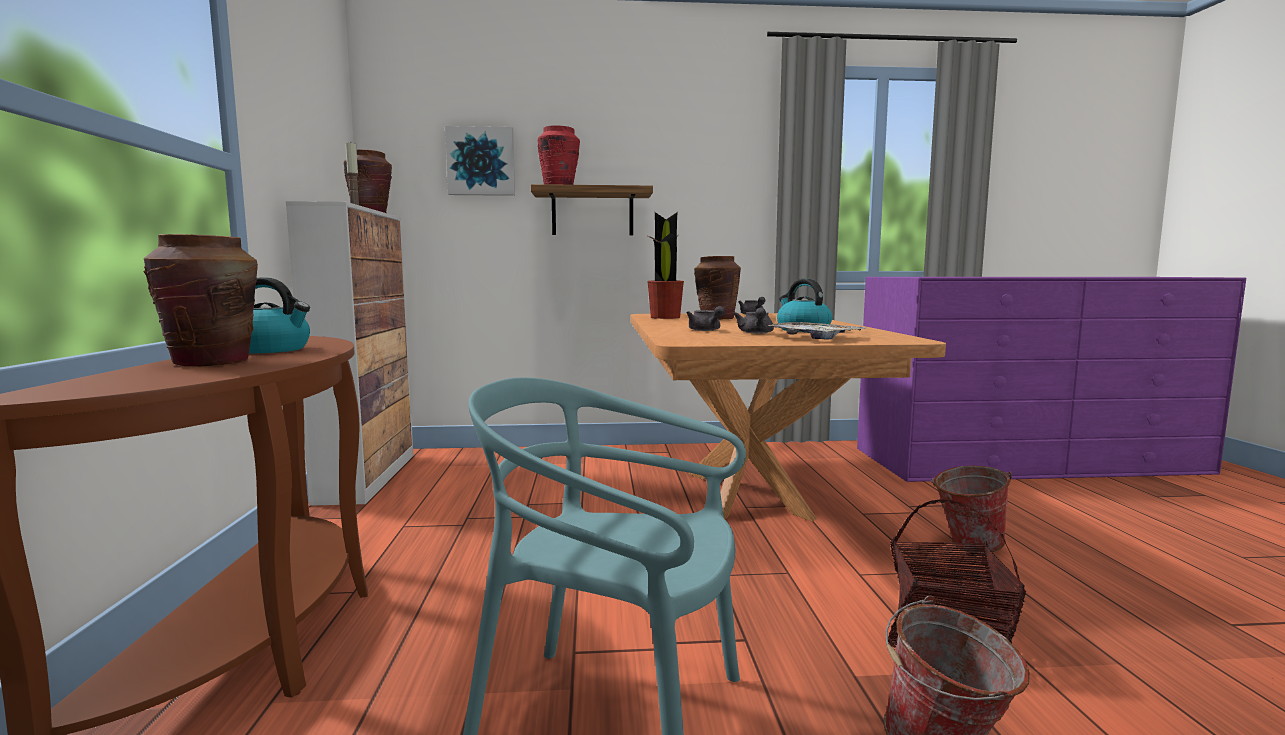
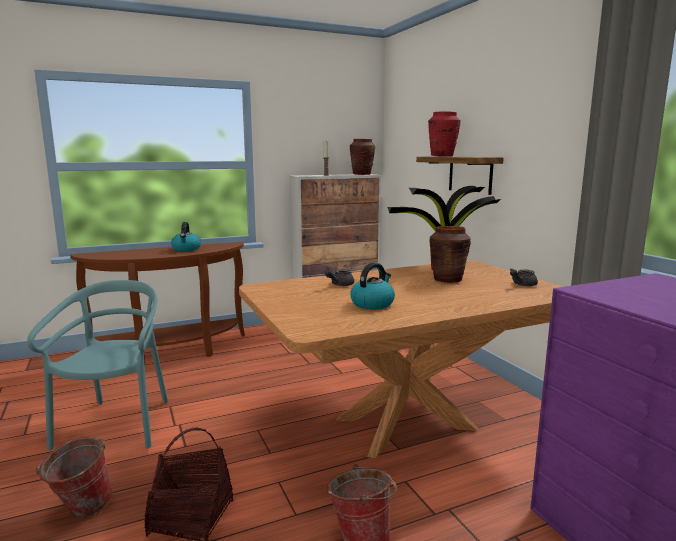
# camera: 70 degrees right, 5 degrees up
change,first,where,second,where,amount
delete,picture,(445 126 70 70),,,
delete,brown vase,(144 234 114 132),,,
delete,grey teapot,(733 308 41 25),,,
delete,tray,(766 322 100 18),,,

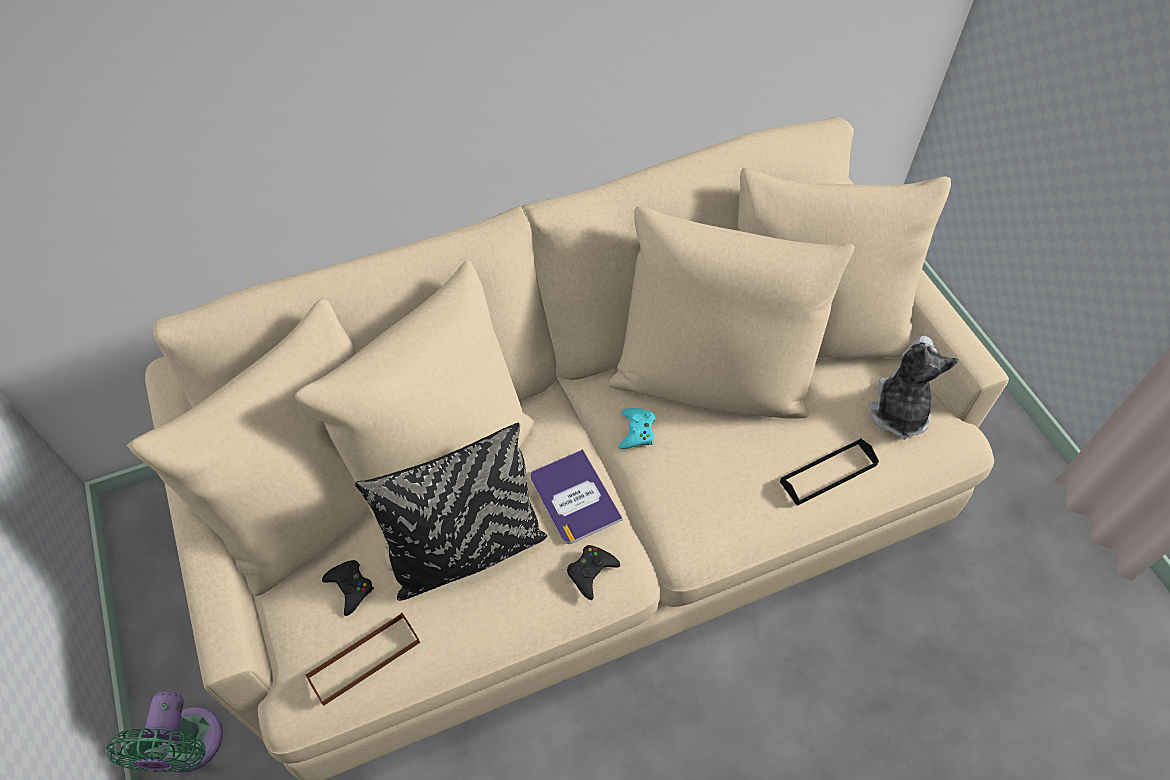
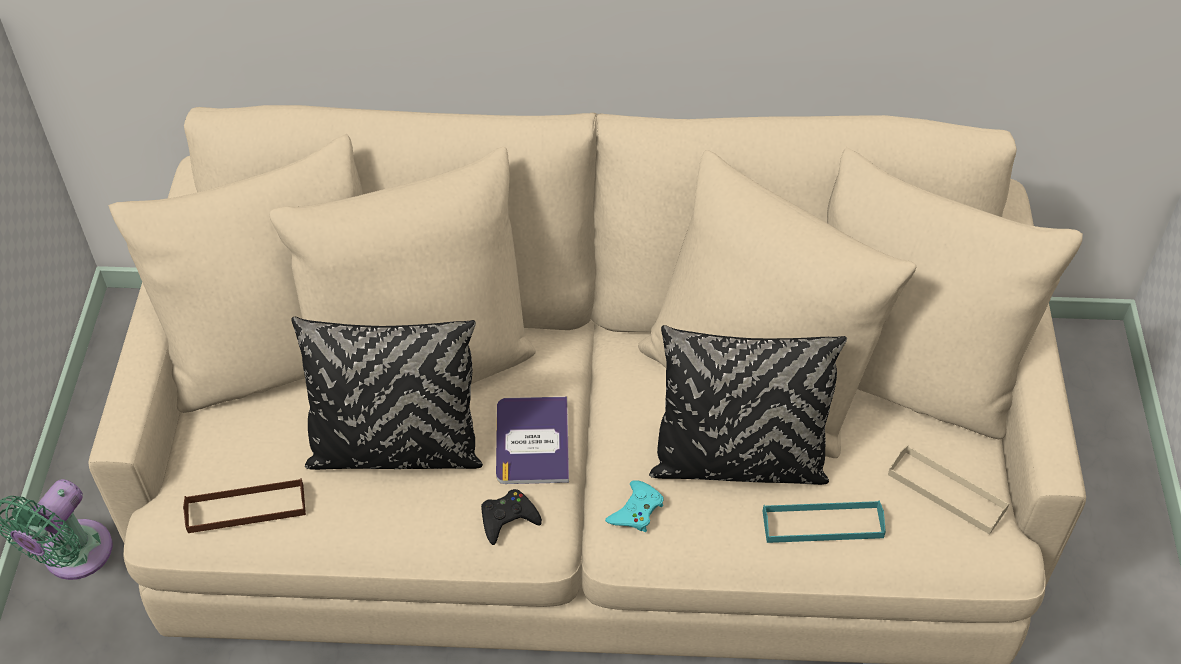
# camera: 25 degrees right, 5 degrees down
change,first,where,second,where,amount
replace,plush toy,(868 335 91 105),beige tray,(888 445 122 90),
move,turquoise game controller,(618 408 37 41),,(605 480 58 52),
recolor,black tray,(780 438 99 68),turquoise tray,(762 500 124 43),
delete,black game controller,(322 560 52 56),,,
insert,,,black pillow,(649 325 198 160),

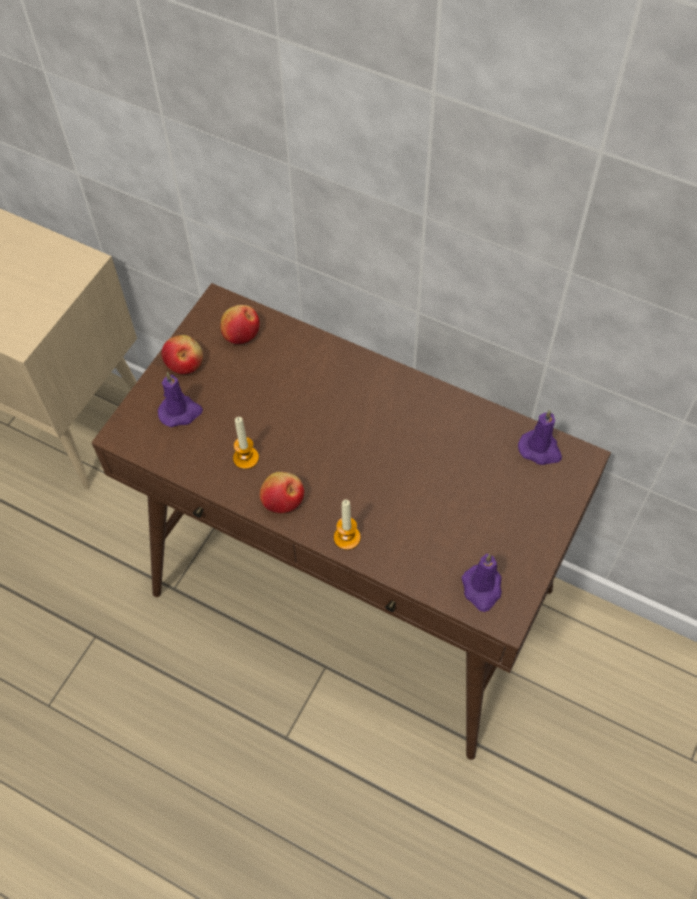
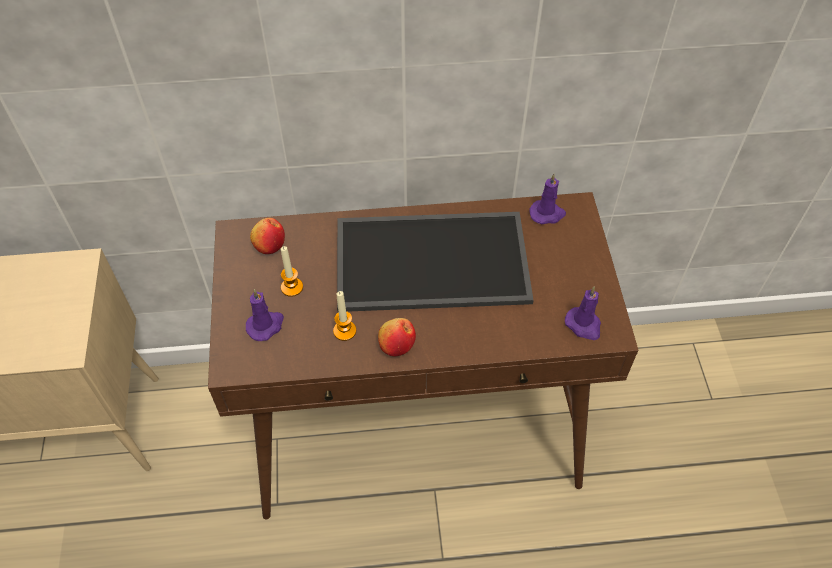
# camera: 35 degrees left, 5 degrees down
change,first,where,second,where,amount
delete,apple,(162 335 41 39),,,
move,candle,(334 500 27 50),,(281 246 22 51),
insert,,,tray,(337 212 197 100),

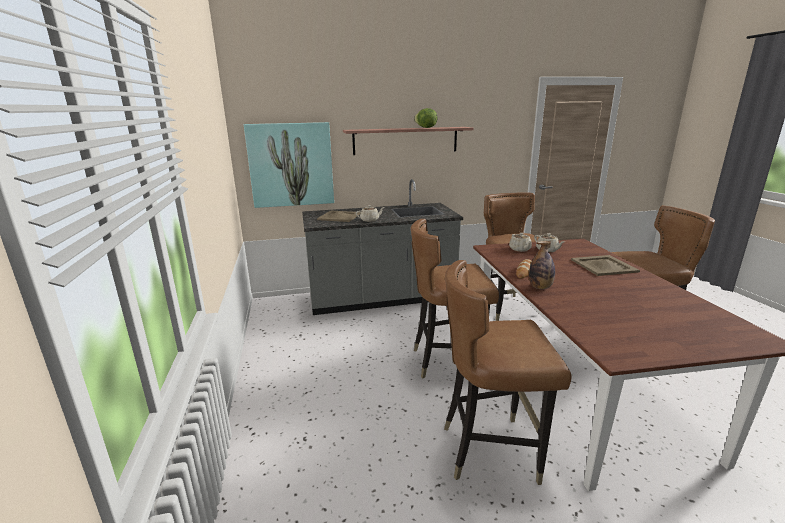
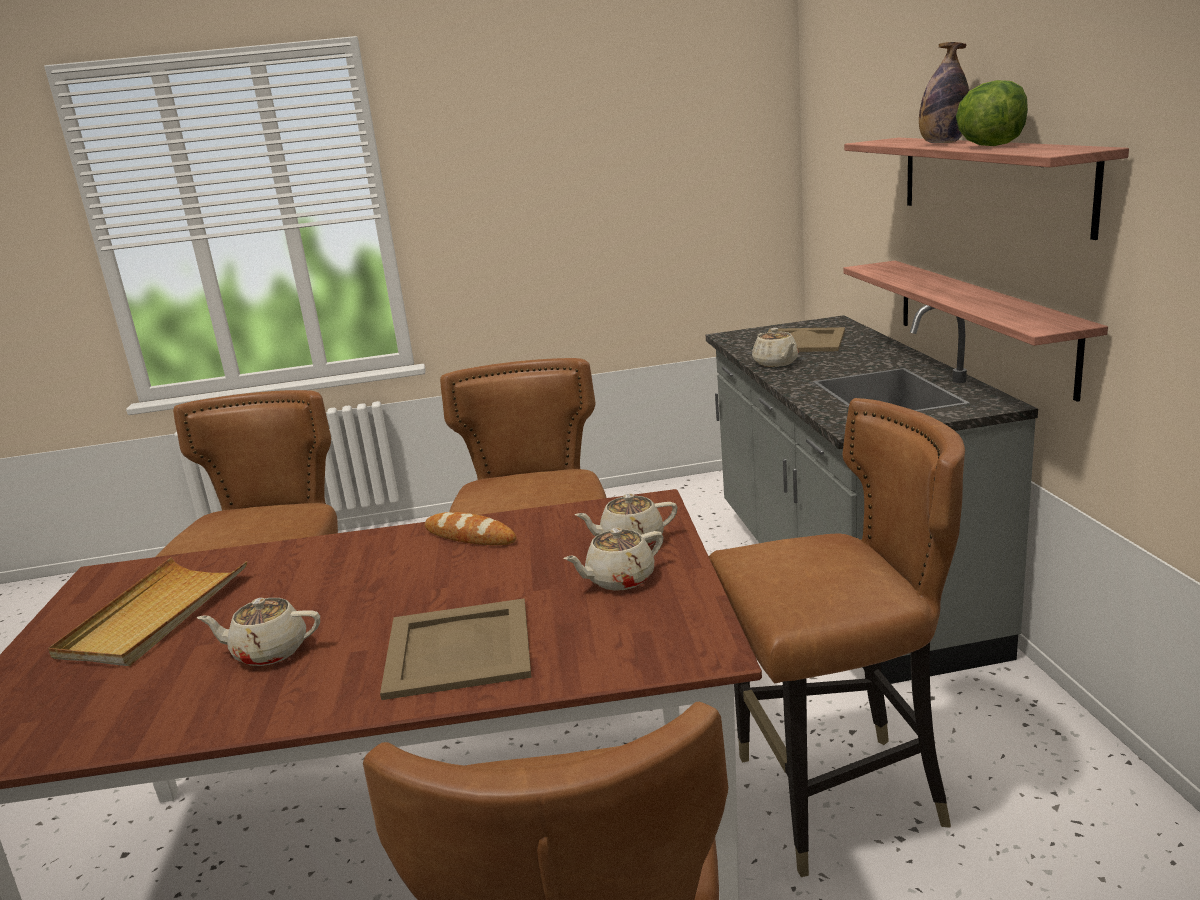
# camera: 95 degrees right, 0 degrees up
change,first,where,second,where,amount
delete,picture,(244 122 90 86),,,
move,bottle,(529 241 26 48),,(919 42 50 101),
insert,,,shelf,(843 261 265 141),
insert,,,beige tray,(48 557 199 109),
insert,,,beige teapot,(197 598 123 68),

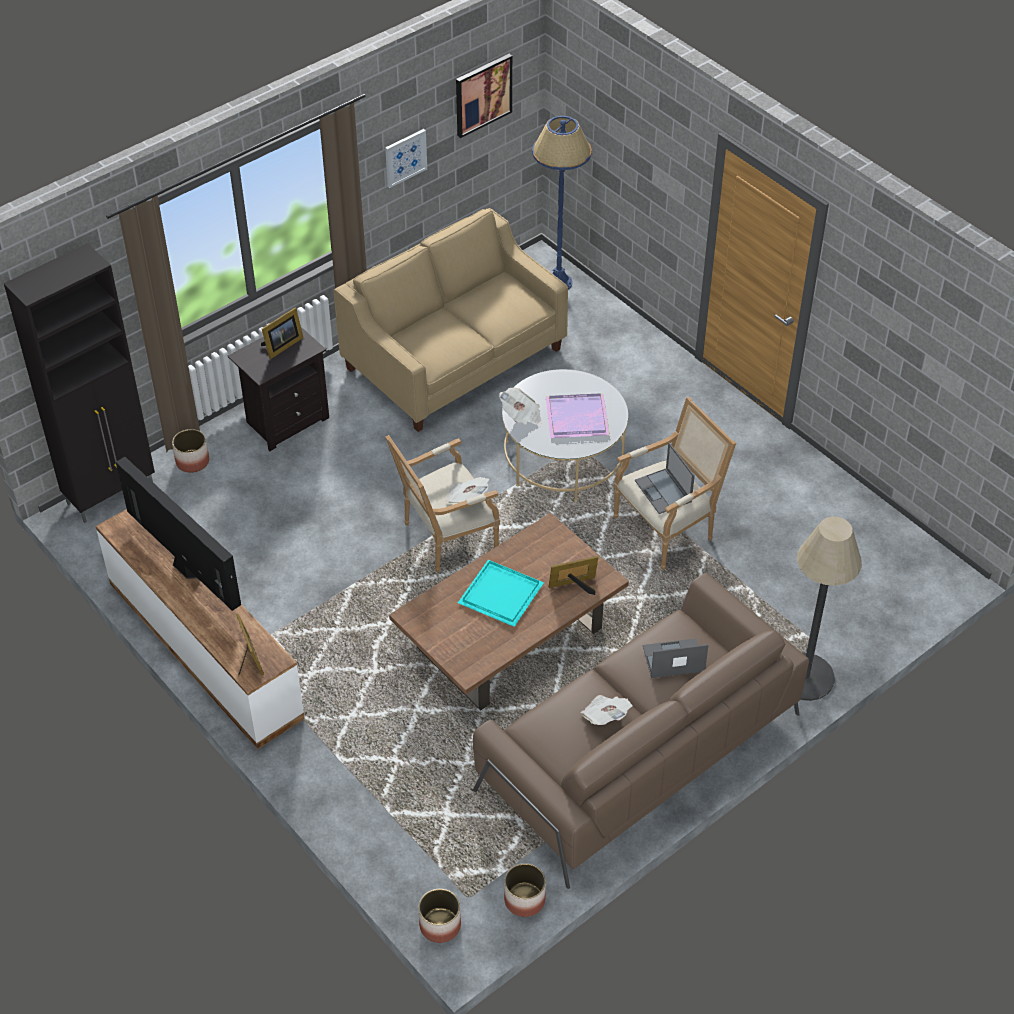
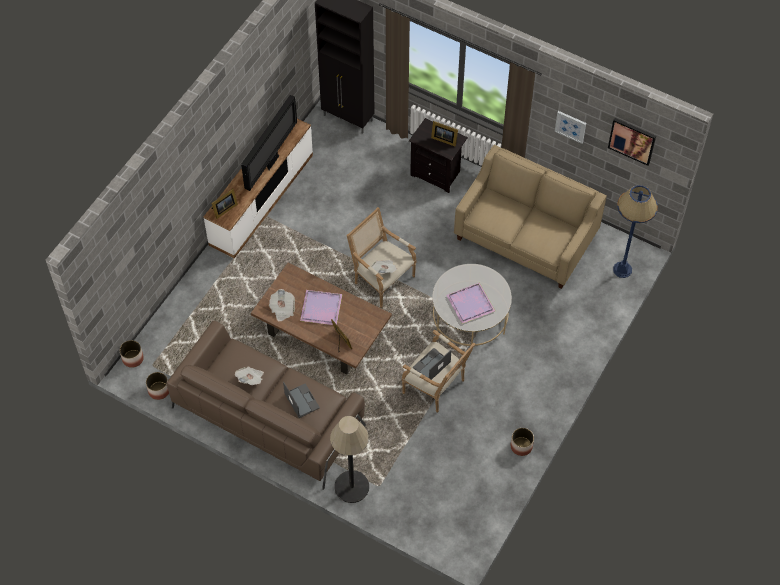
# camera: 70 degrees right, 10 degrees up
change,first,where,second,where,amount
move,newspaper,(499 388 43 37),,(269 289 26 33),
move,planter,(172 429 37 44),,(511 428 23 28),
recolor,turquoise tray,(458 560 86 67),purple tray,(300 290 43 35),

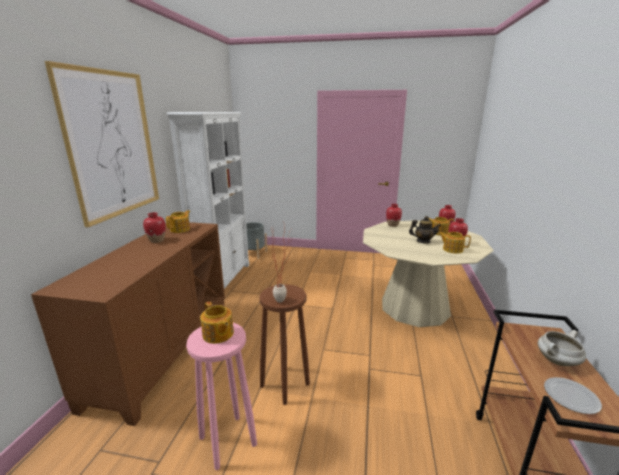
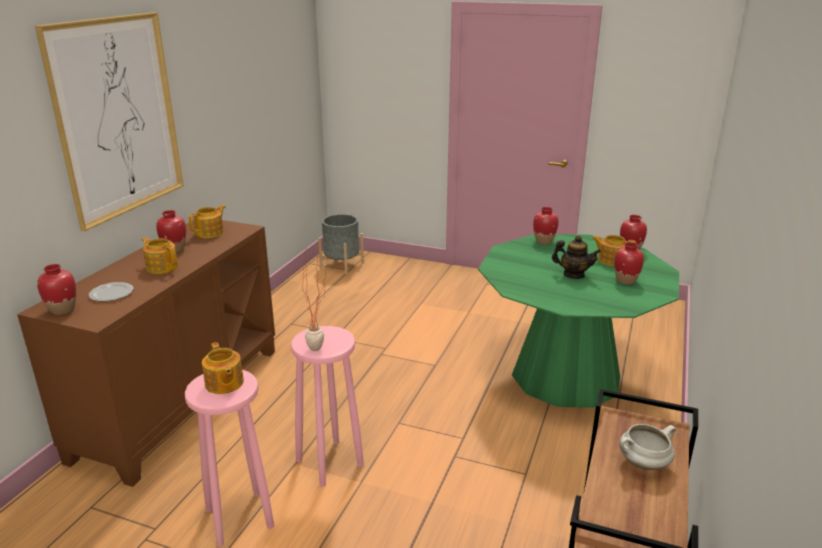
# camera: 10 degrees right, 5 degrees up
change,first,where,second,where,amount
delete,white bookcase,(167 112 82 177),,,
recolor,beige dining table,(363 221 131 106),green dining table,(478 234 201 174),
move,teapot,(439 232 32 22),,(142 237 36 37),
recolor,brown stool,(259 284 51 121),pink stool,(291 326 73 161),
move,plate,(544 377 58 37),,(89 282 45 20),
insert,,,red vase,(37 264 39 51),

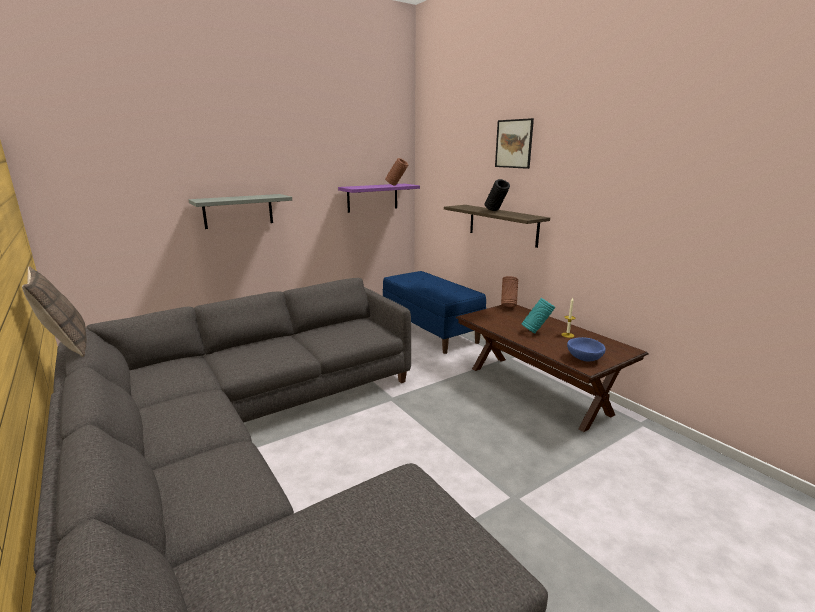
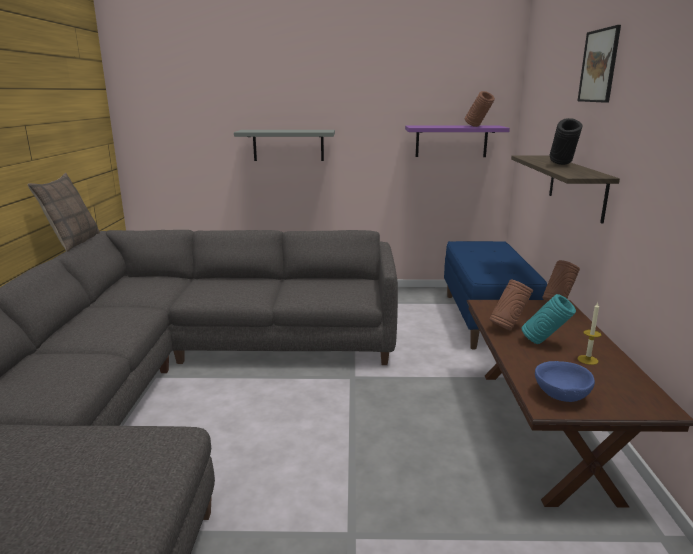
# camera: 35 degrees right, 0 degrees up
change,first,where,second,where,amount
insert,,,brown vase,(490 280 43 50),

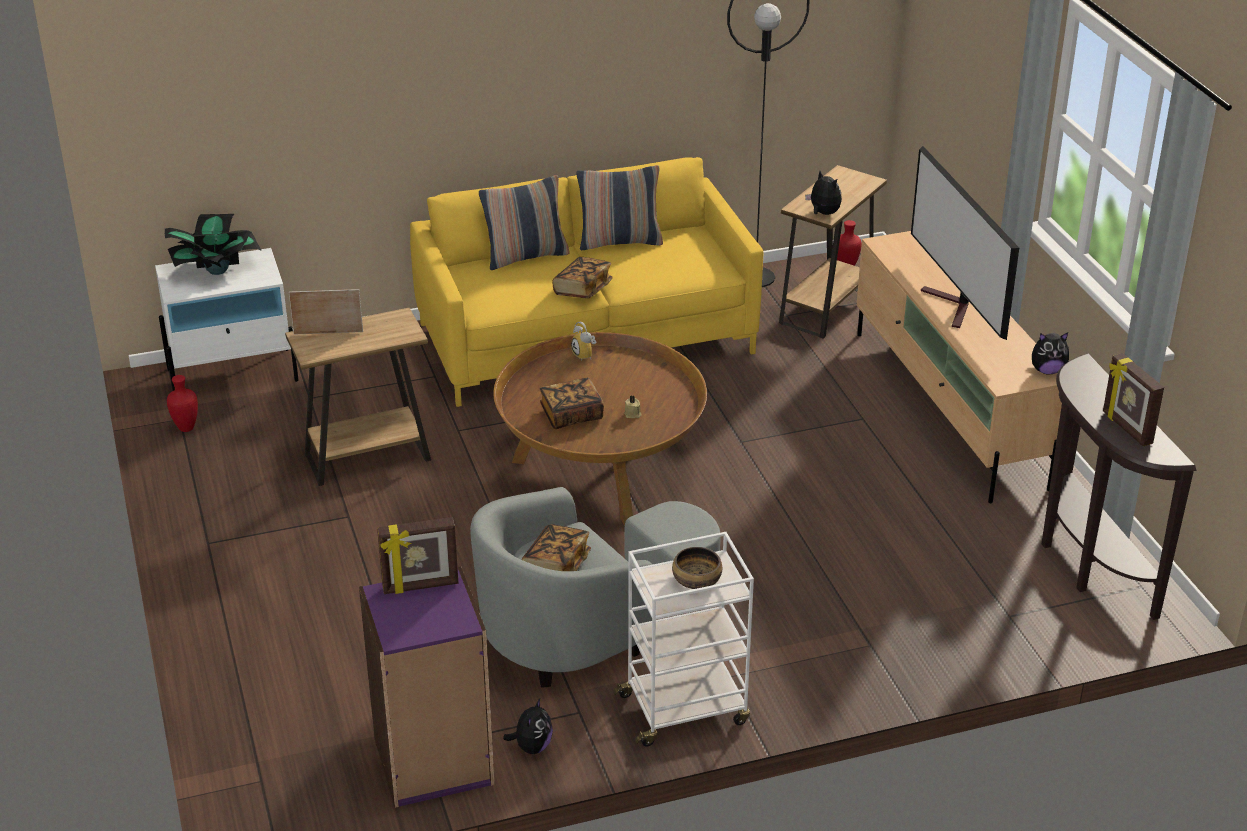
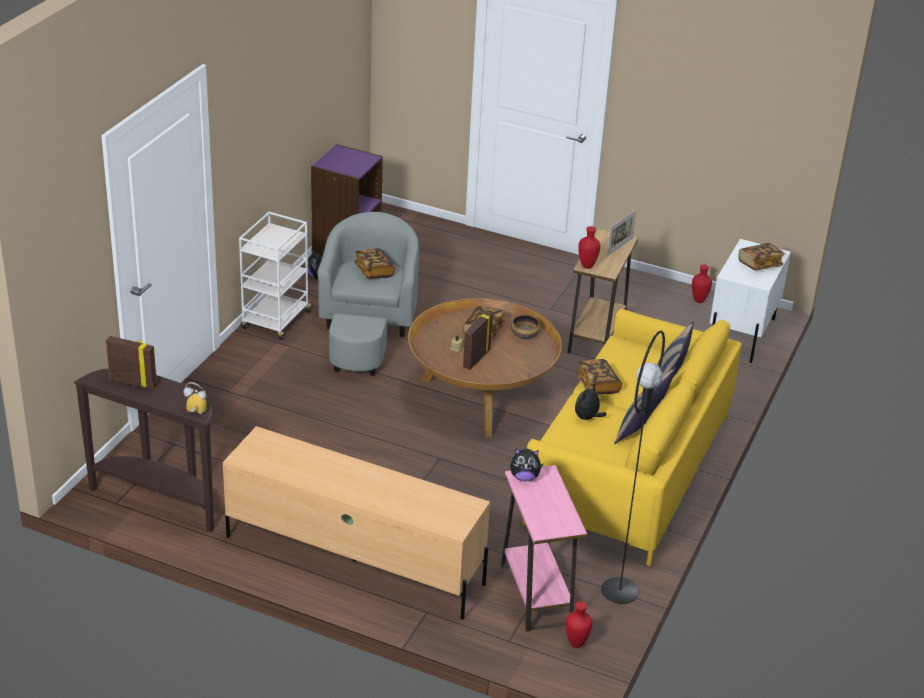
# camera: 130 degrees right, 0 degrees up
change,first,where,second,where,amount
delete,television,(911 146 108 194),,,
recolor,brown side table,(779 165 108 174),pink side table,(501 465 86 166),
replace,potted plant,(165 214 97 61),book,(739 243 46 27),
move,alarm clock,(571 322 26 39),,(183 382 24 33),
move,plush toy,(1032 332 37 43),,(575 384 32 36),
move,picture frame,(377 517 82 77),,(463 312 30 58),
move,bowl,(672 547 50 42),,(511 315 29 24),
insert,,,red vase,(578 226 22 43),

